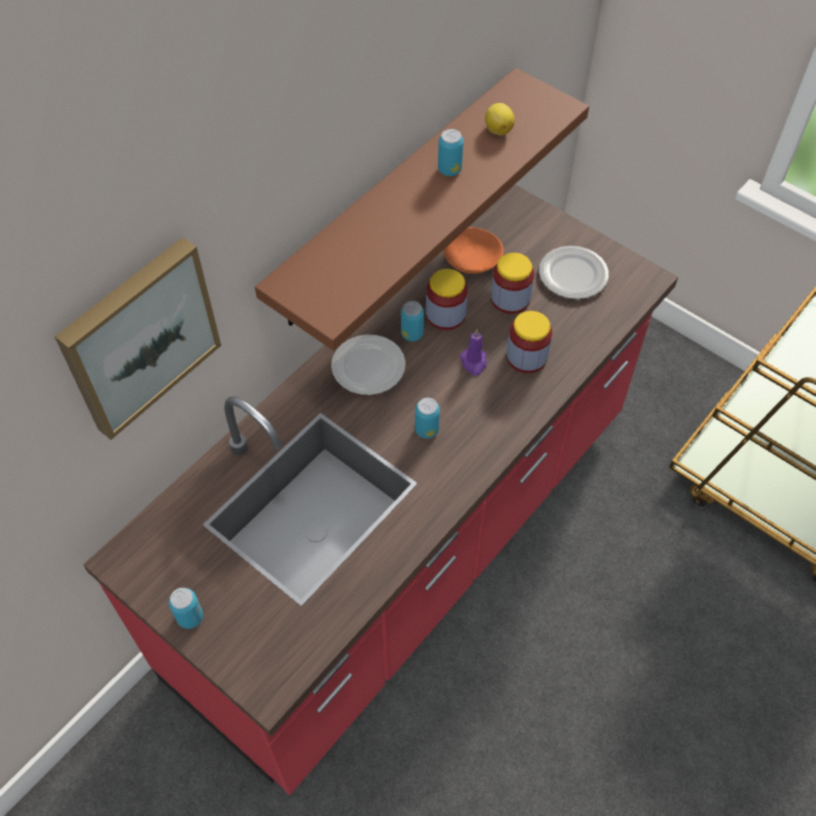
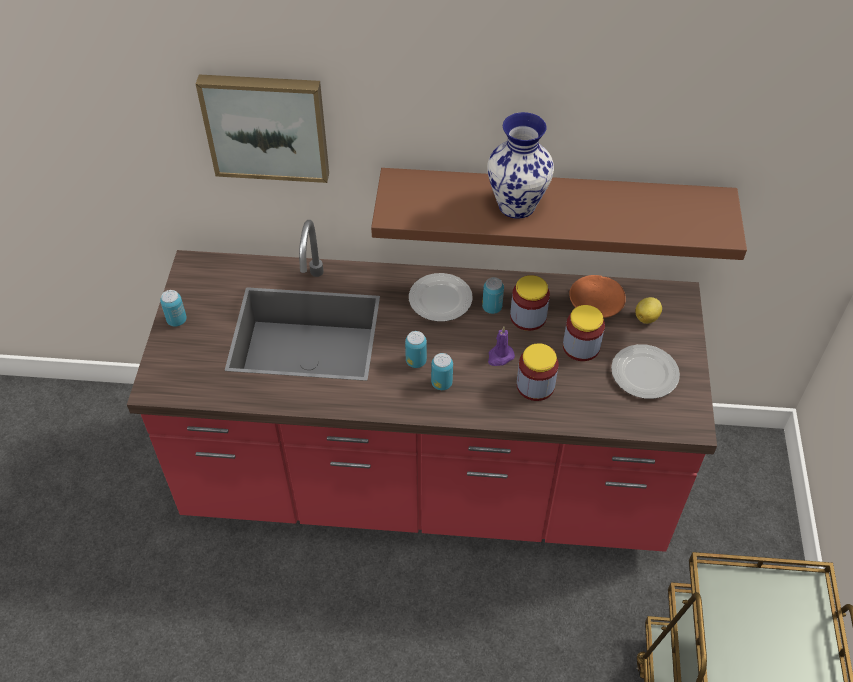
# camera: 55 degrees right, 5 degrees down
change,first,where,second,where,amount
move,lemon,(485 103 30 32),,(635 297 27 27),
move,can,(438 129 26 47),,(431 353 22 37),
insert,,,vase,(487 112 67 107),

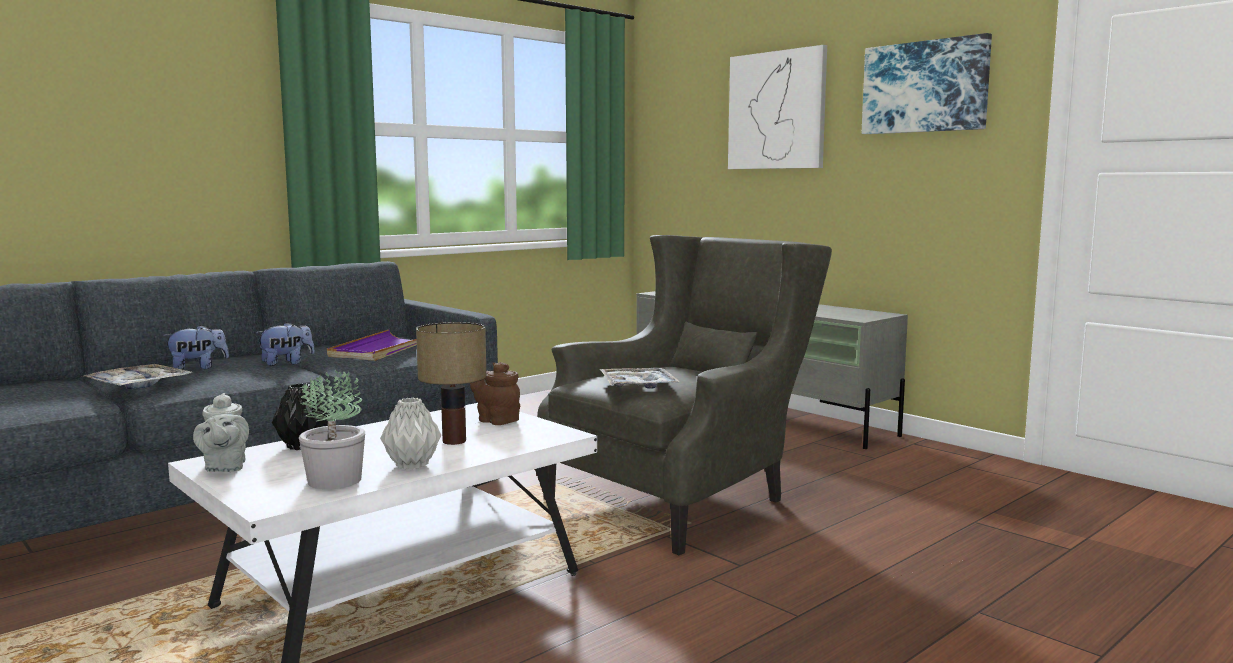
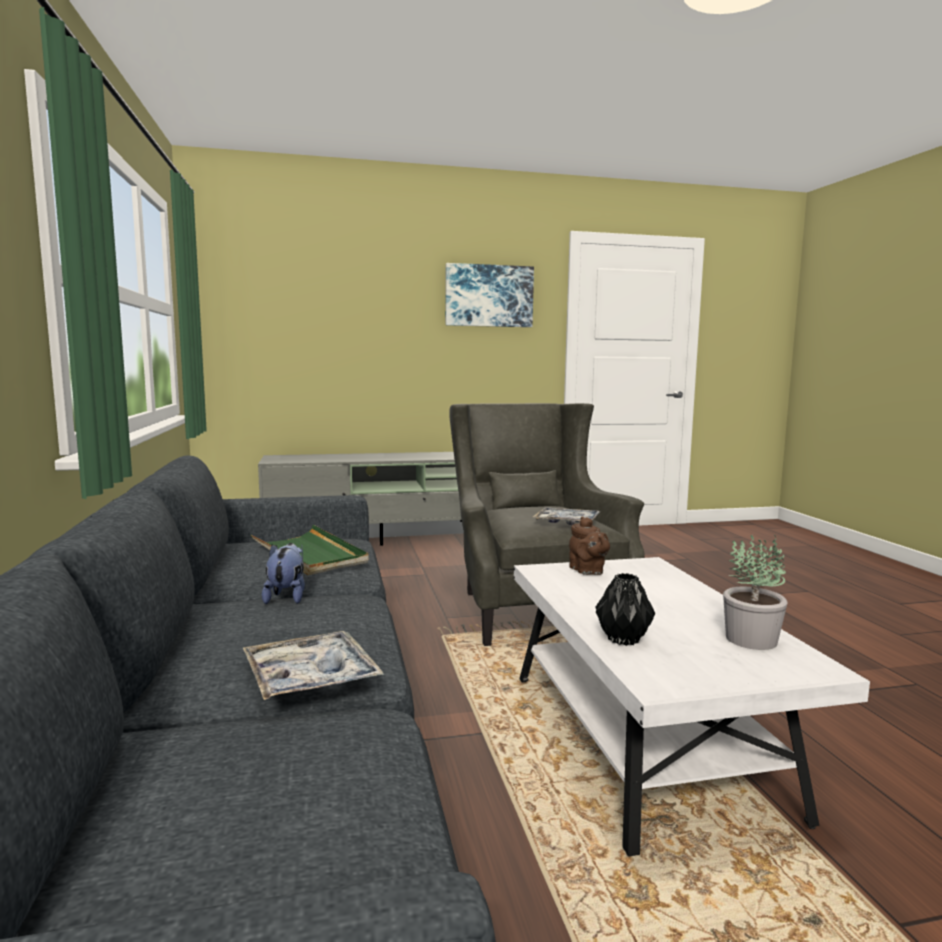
# camera: 60 degrees left, 0 degrees up
change,first,where,second,where,amount
delete,picture,(728 45 99 124),,,
delete,table lamp,(416 322 71 123),,,
delete,plush toy,(163 325 66 45),,,
recolor,purple tray,(327 329 90 32),green tray,(251 525 118 50),
rotate,brown teapot,(470 362 50 63),,(569 516 41 59),90 degrees counterclockwise
delete,grey teapot,(193 393 56 79),,,
delete,grey vase,(380 398 61 71),,,

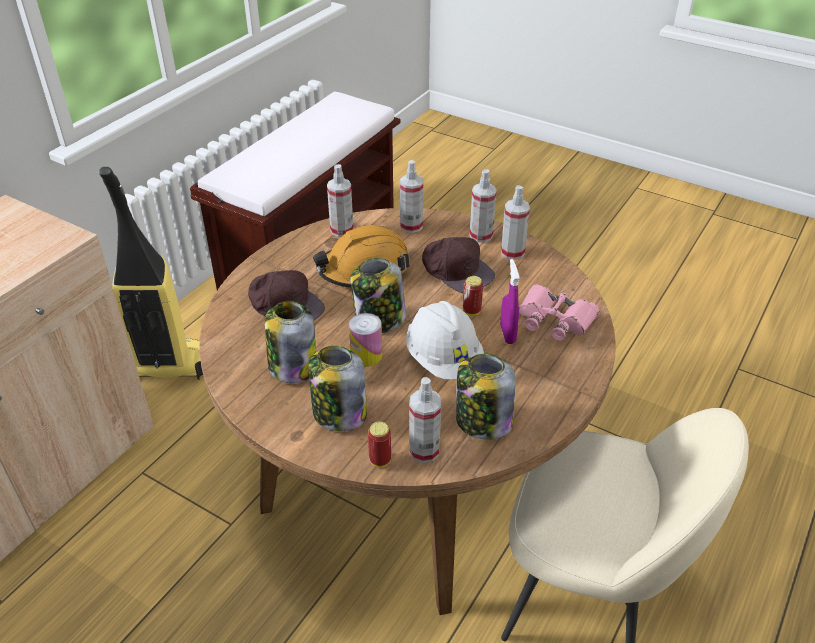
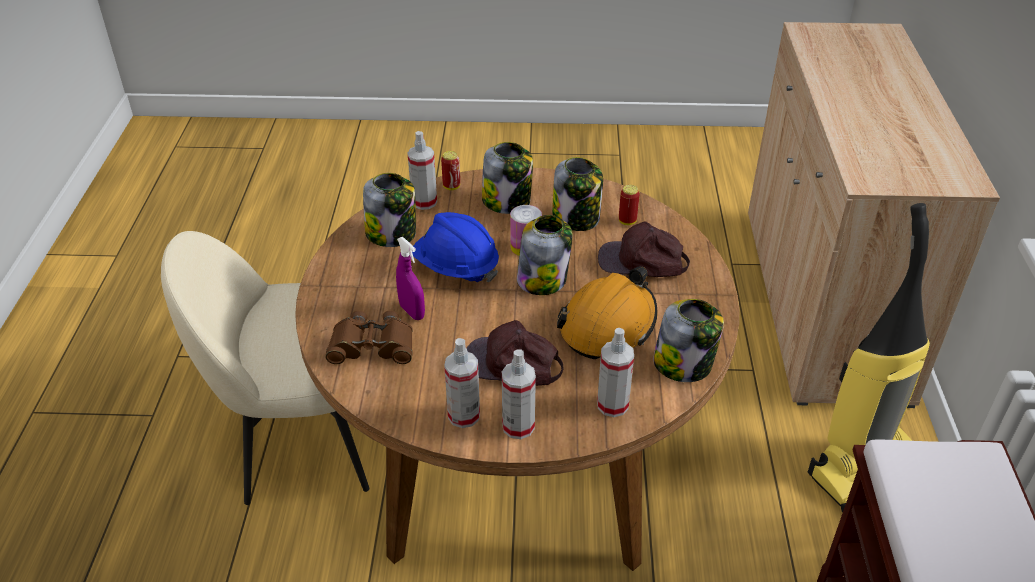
# camera: 150 degrees right, 0 degrees up
change,first,where,second,where,amount
replace,spray bottle,(327 164 26 73),jar,(653 299 71 83),
move,can,(463 276 20 40),,(619 185 21 40),
recolor,pink binoculars,(519 285 80 56),brown binoculars,(325 311 88 53),
recolor,white hard hat,(406 301 78 79),blue hard hat,(412 212 87 71),

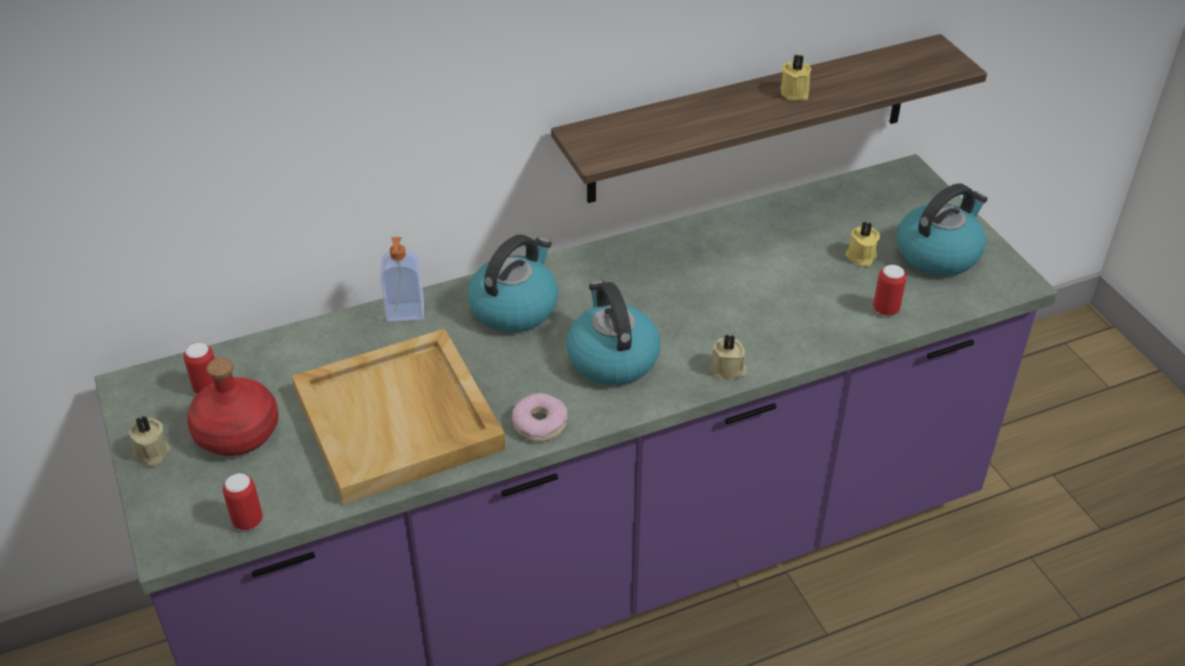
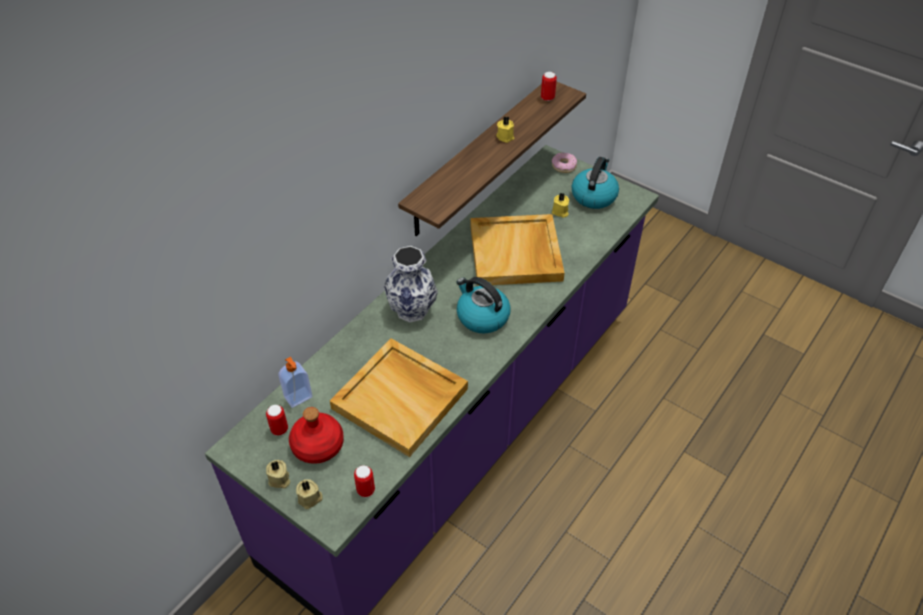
# camera: 30 degrees left, 5 degrees up
change,first,where,second,where,amount
replace,kettle,(468 234 90 99),vase,(384 246 54 77),
move,soap dispenser,(380 237 44 85),,(278 357 34 51),
move,can,(873 265 33 51),,(541 72 16 29),
move,beige candle,(710 335 37 45),,(296 479 27 30),
move,donut,(512 393 56 49),,(552 153 25 20),
insert,,,beige tray,(470 214 95 72),

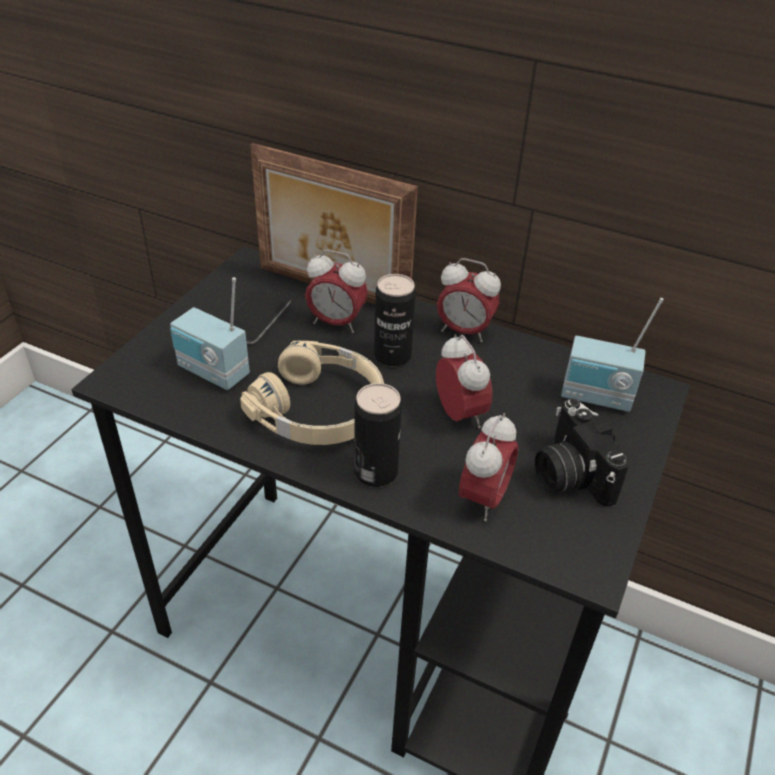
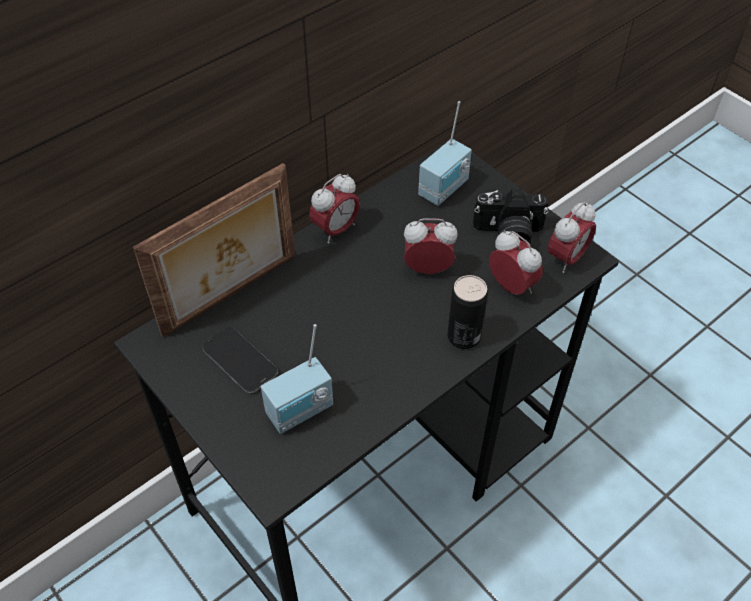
# camera: 65 degrees left, 10 degrees up
change,first,where,second,where,amount
move,alarm clock,(305 250 63 83),,(547 201 49 72),
delete,can,(374 274 42 93),,,
delete,beige headphones,(240 341 144 104),,,

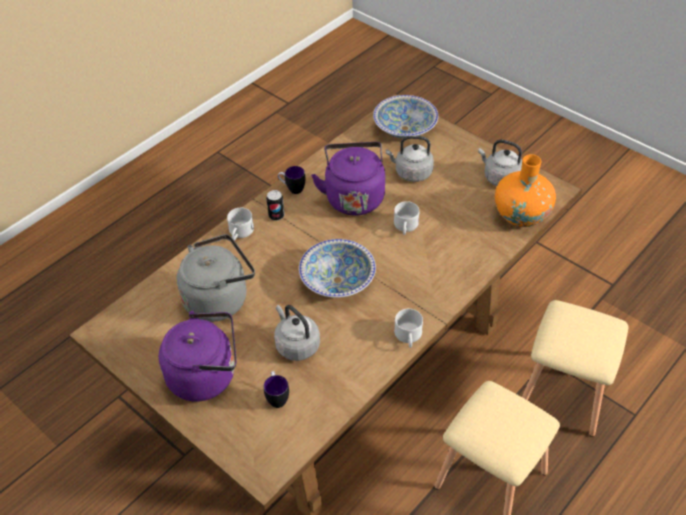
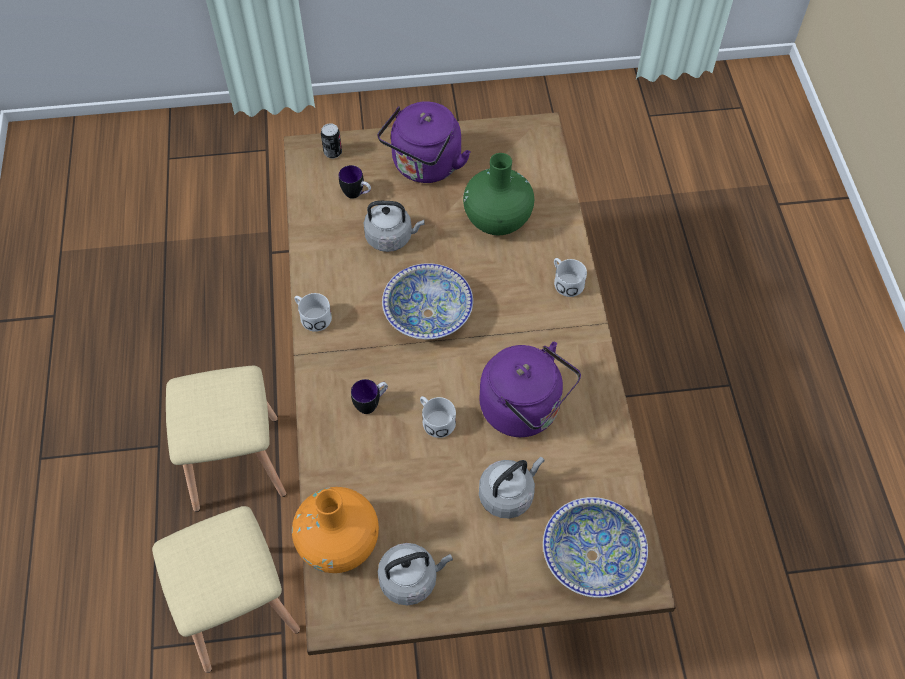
# camera: 130 degrees right, 10 degrees up
change,first,where,second,where,amount
move,mug,(278 166 27 28),,(351 379 37 35),
move,can,(266 190 19 31),,(321 124 21 34),
replace,grey kettle,(177 234 78 88),green vase,(463 153 71 82),

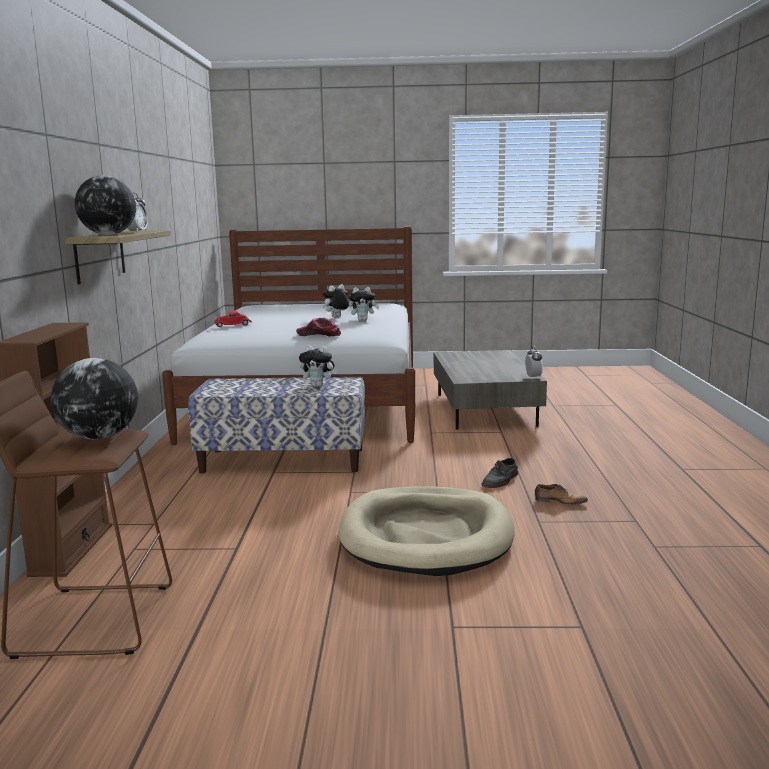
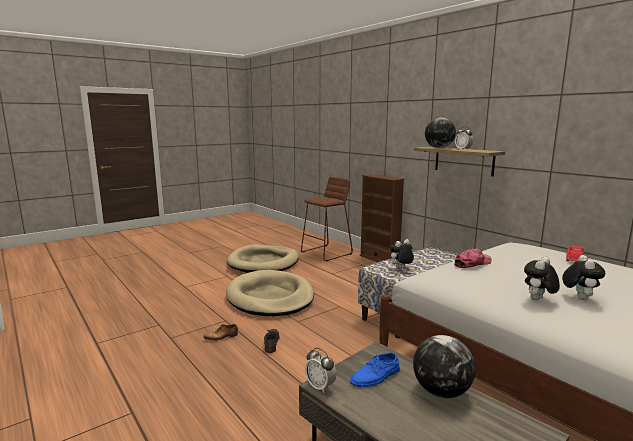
# camera: 140 degrees right, 0 degrees up
change,first,where,second,where,amount
move,globe,(51 358 87 81),,(413 335 63 63),
insert,,,beige dog bed,(227 244 72 29),
insert,,,blue shoe,(350 353 50 34),

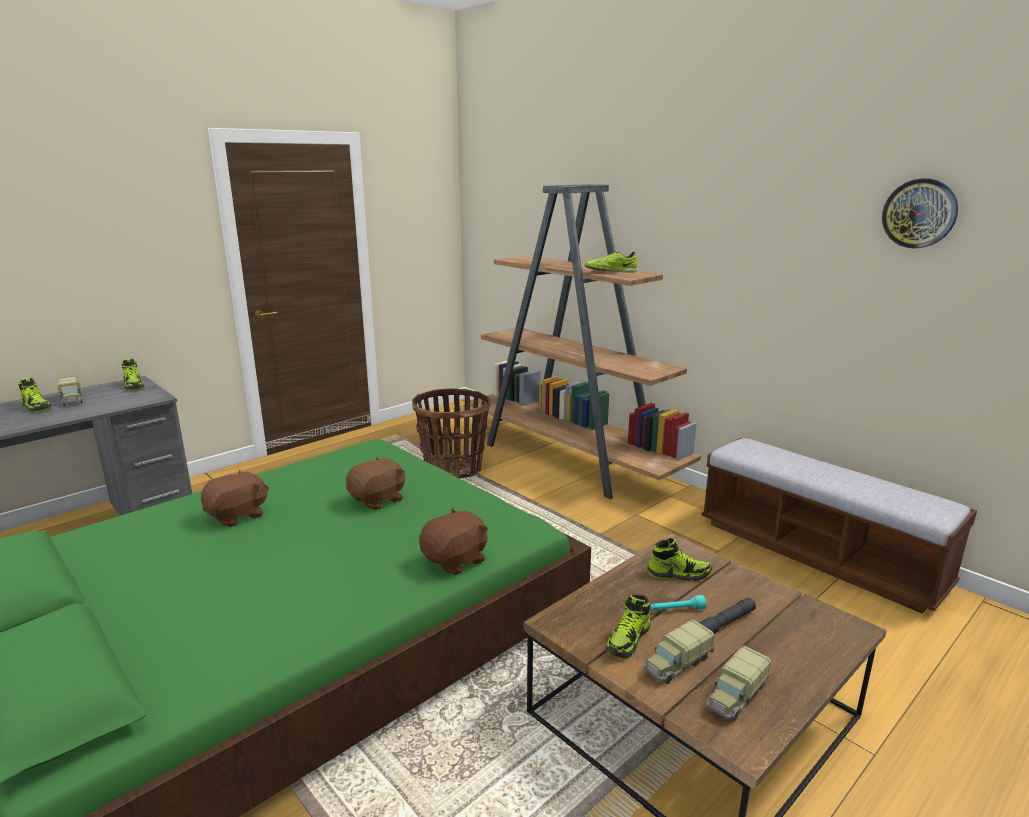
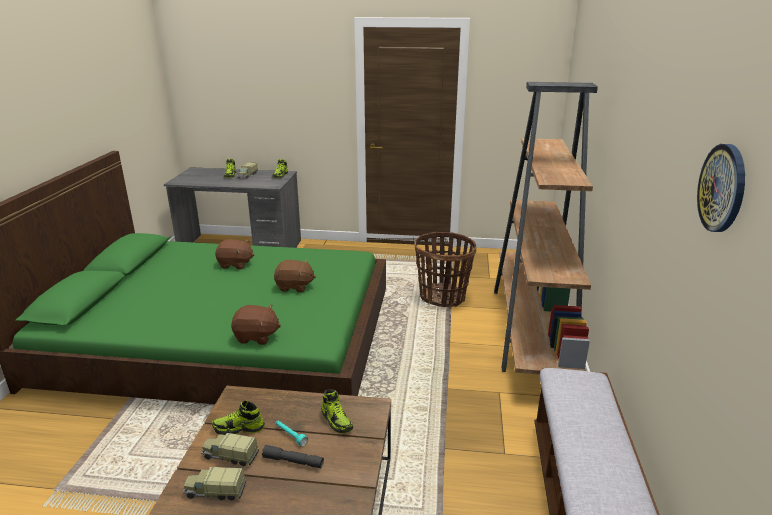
# camera: 50 degrees right, 5 degrees up
change,first,where,second,where,amount
delete,shoe,(585 251 52 22),,,

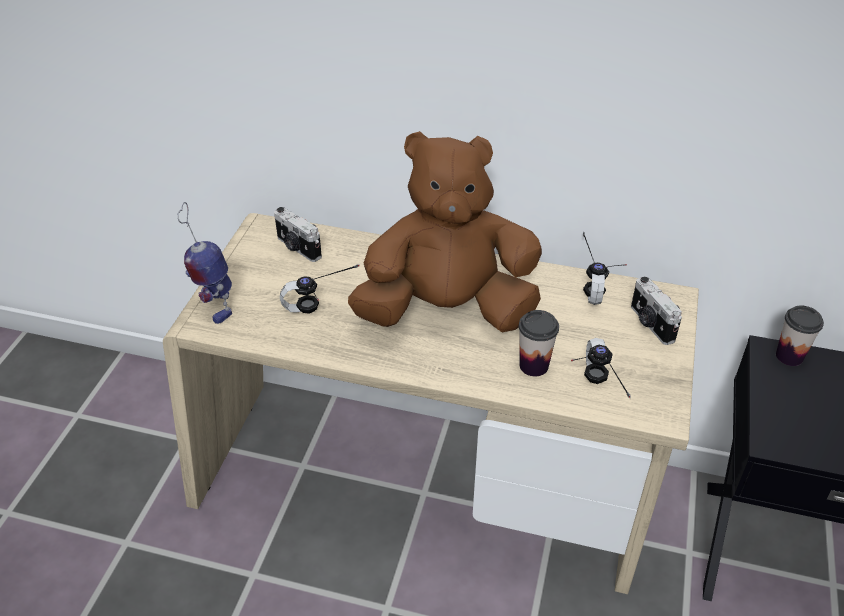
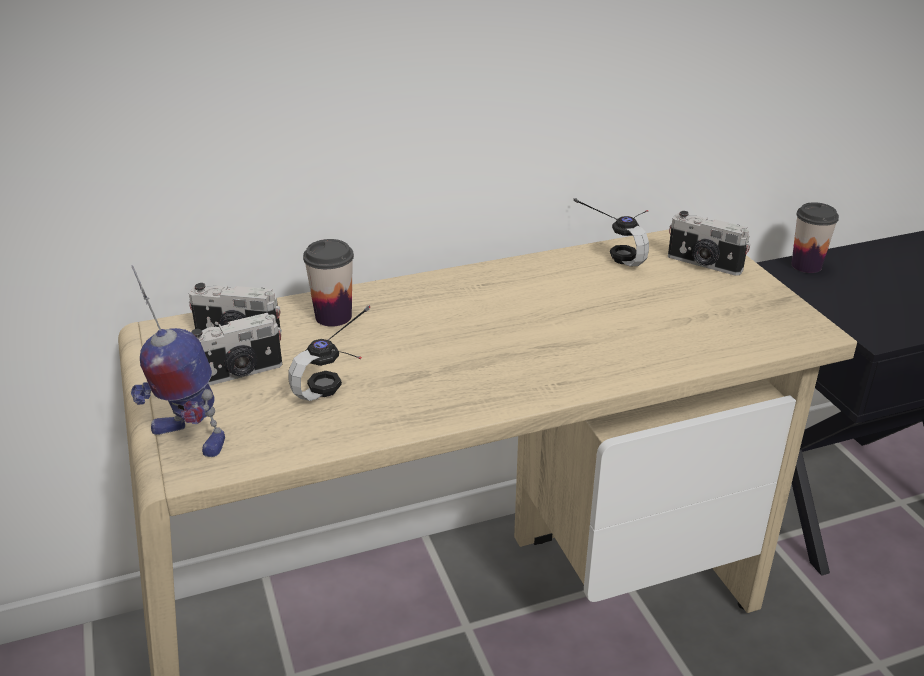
# camera: 35 degrees left, 10 degrees down
change,first,where,second,where,amount
delete,brown plush toy,(348 131 194 202),,,
move,cup,(519 310 40 66),,(303 239 51 88),
delete,headphones,(571 338 60 60),,,
insert,,,photo camera,(191 313 91 73),

